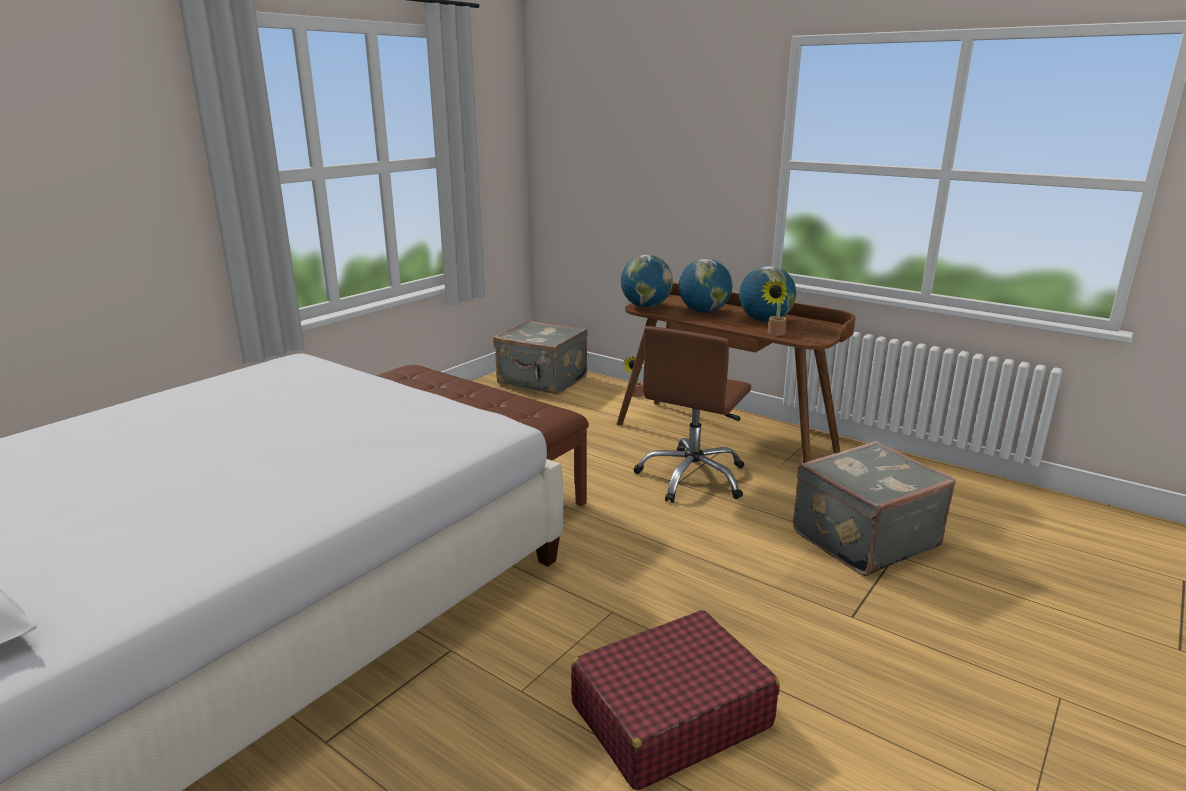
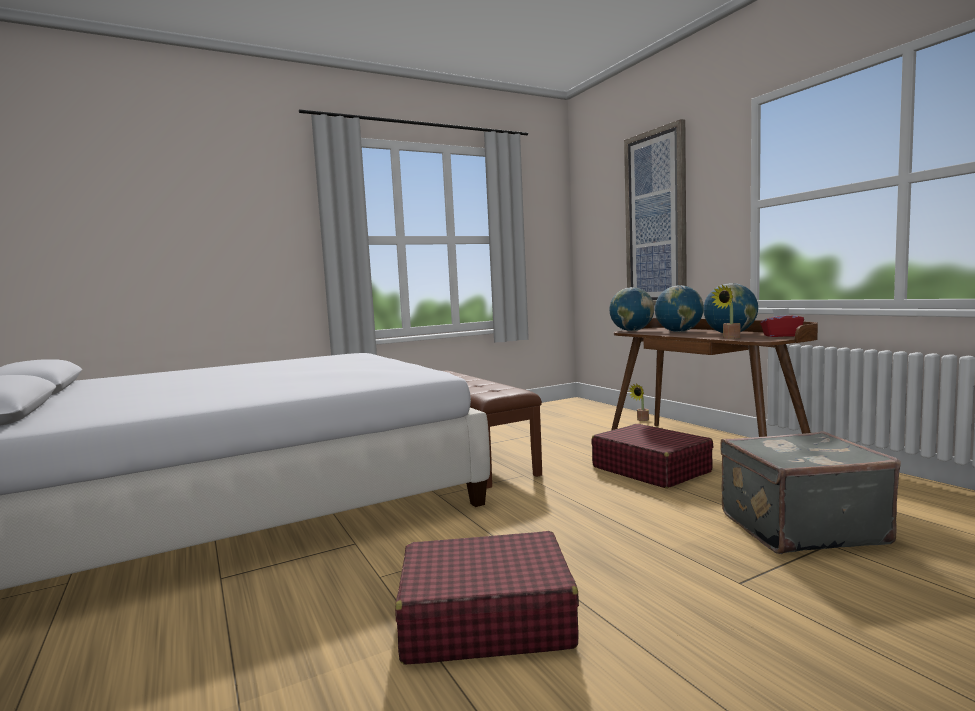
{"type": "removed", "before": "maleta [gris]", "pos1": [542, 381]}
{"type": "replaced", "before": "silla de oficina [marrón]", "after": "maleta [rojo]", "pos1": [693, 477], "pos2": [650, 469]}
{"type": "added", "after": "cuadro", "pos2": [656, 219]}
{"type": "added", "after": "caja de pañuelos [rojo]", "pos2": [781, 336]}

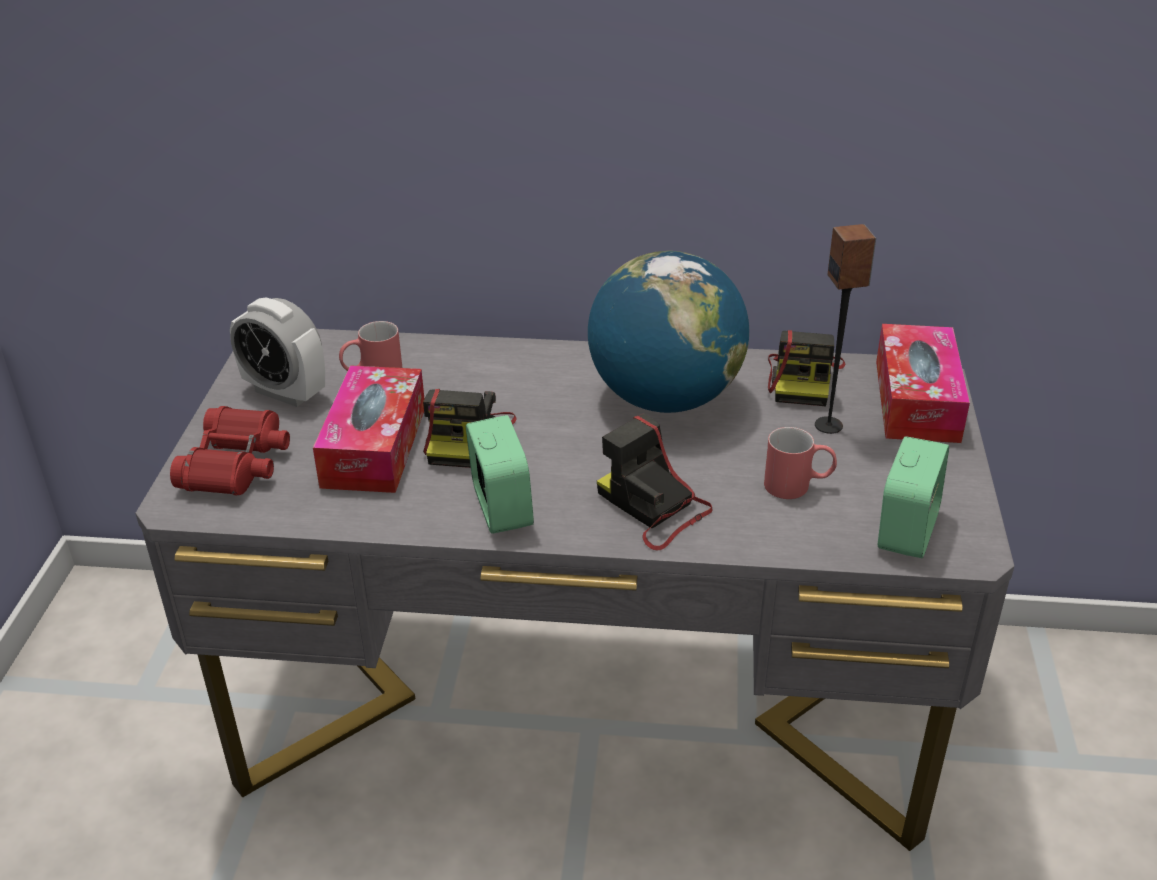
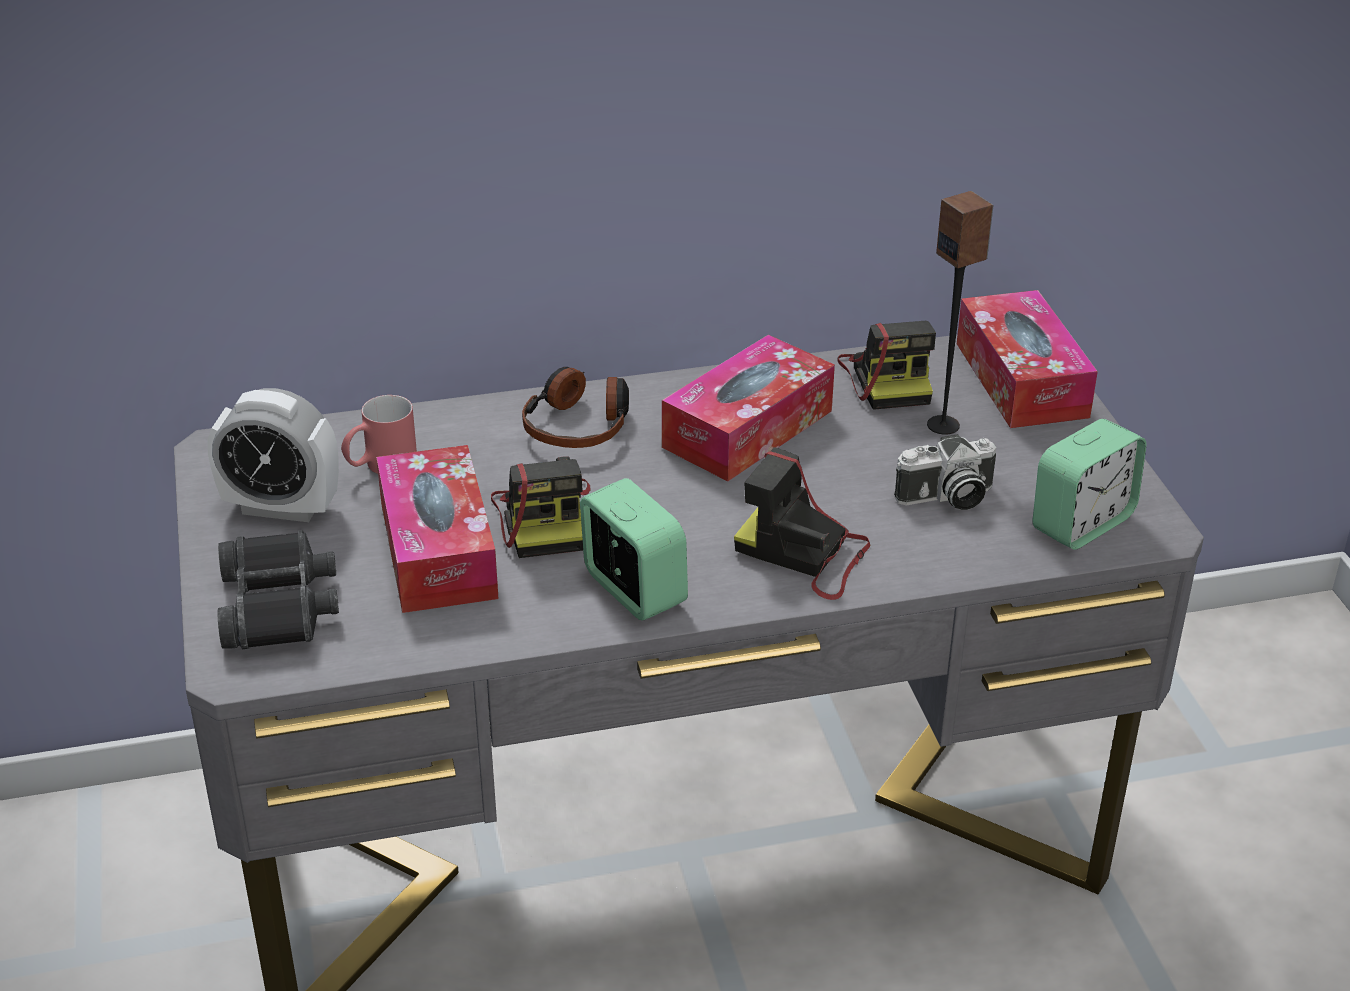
{"type": "recoloured", "before": "prismáticos [rojo]", "after": "prismáticos [negro]", "pos1": [237, 464], "pos2": [280, 606]}
{"type": "replaced", "before": "globo terráqueo", "after": "caja de pañuelos", "pos1": [665, 399], "pos2": [747, 429]}
{"type": "replaced", "before": "taza grande [rojo]", "after": "cámara", "pos1": [798, 486], "pos2": [946, 498]}
{"type": "turned", "before": "despertador", "pos1": [907, 531], "pos2": [1082, 523], "turn": 45}
{"type": "added", "after": "auriculares", "pos2": [579, 425]}

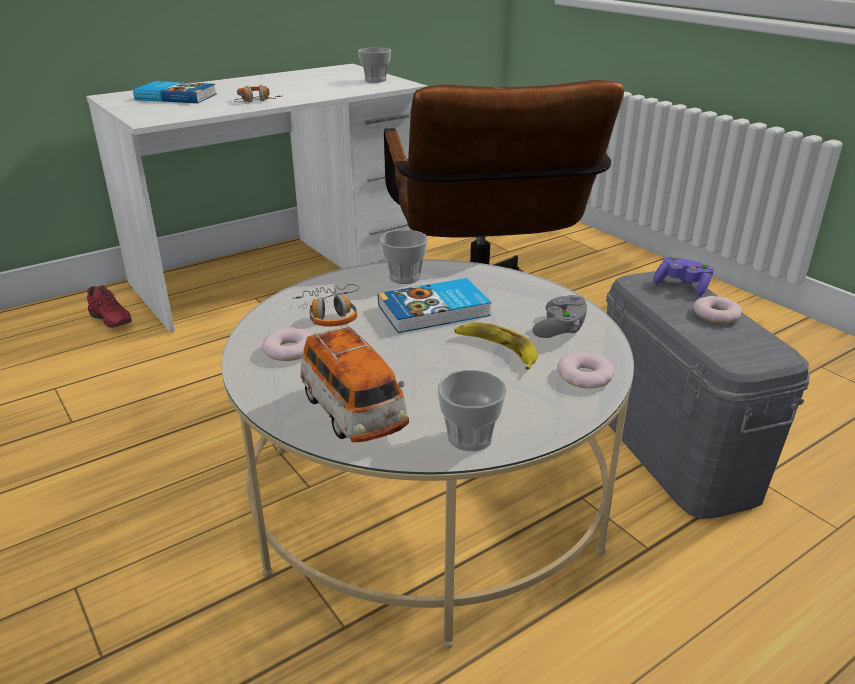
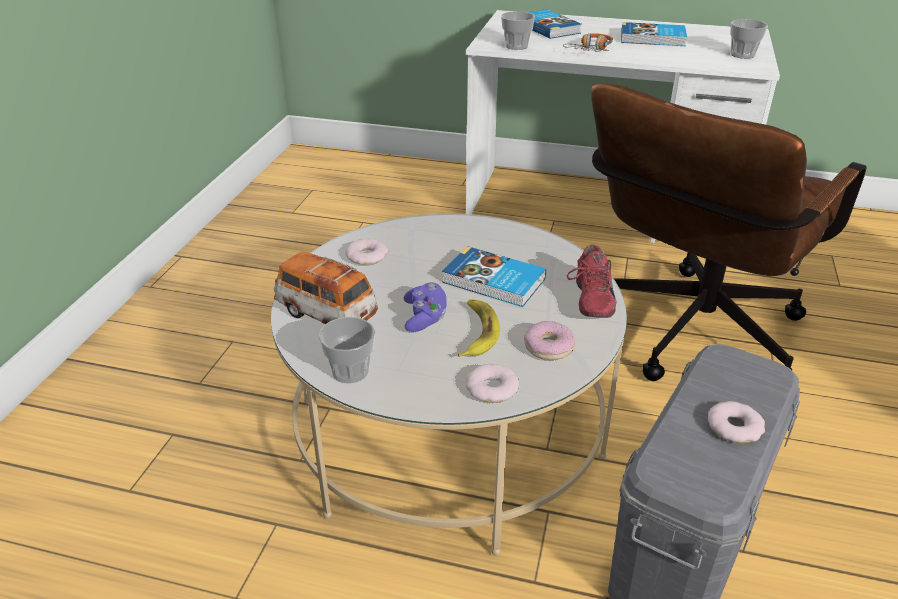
{"type": "moved", "before": "zapato [rojo]", "pos1": [108, 322], "pos2": [589, 300]}
{"type": "removed", "before": "auriculares", "pos1": [331, 314]}
{"type": "turned", "before": "coche de juguete", "pos1": [353, 413], "pos2": [326, 314], "turn": 105}
{"type": "moved", "before": "taza", "pos1": [404, 277], "pos2": [516, 46]}
{"type": "replaced", "before": "mando de consola [gris]", "after": "rosquilla", "pos1": [560, 329], "pos2": [549, 347]}
{"type": "moved", "before": "mando de consola [morado]", "pos1": [682, 286], "pos2": [425, 317]}
{"type": "added", "after": "libro", "pos2": [653, 39]}

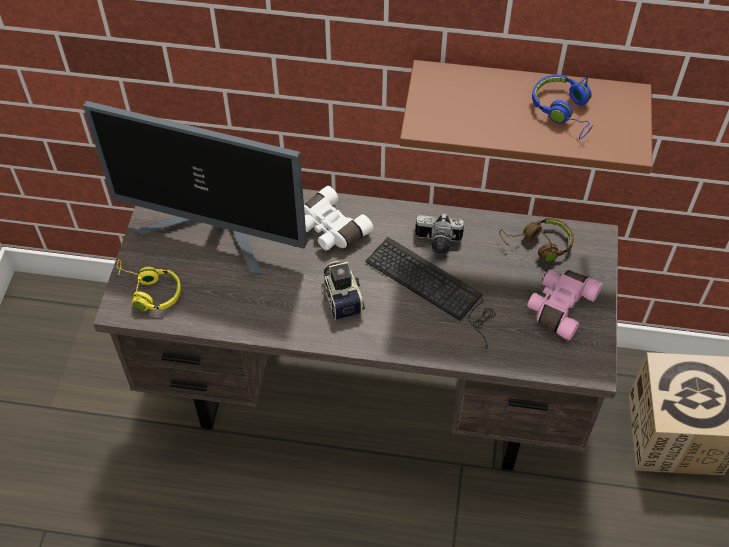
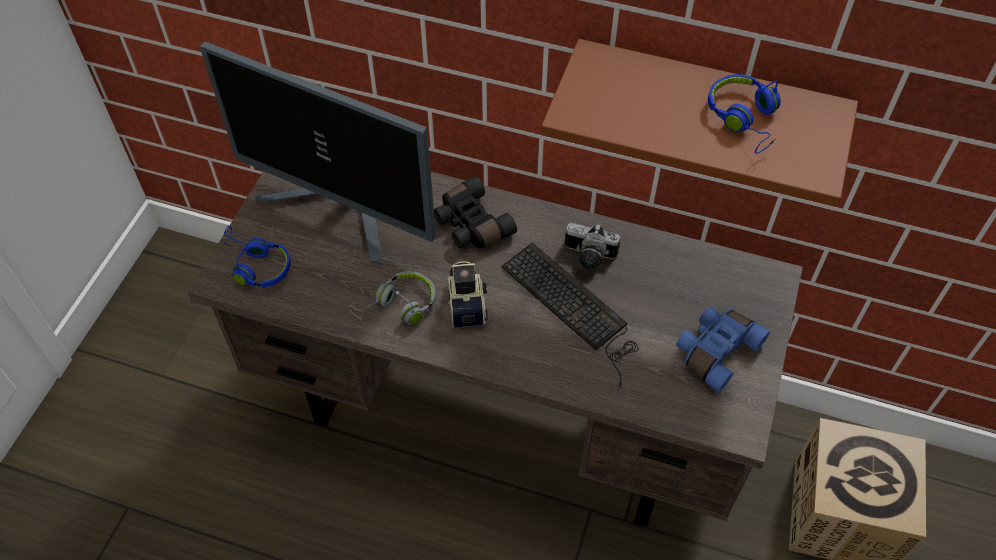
{"type": "recoloured", "before": "auriculares [amarillo]", "after": "auriculares [azul]", "pos1": [149, 291], "pos2": [256, 265]}
{"type": "recoloured", "before": "prismáticos [blanco]", "after": "prismáticos [negro]", "pos1": [330, 229], "pos2": [470, 225]}
{"type": "removed", "before": "auriculares [marrón]", "pos1": [538, 245]}
{"type": "recoloured", "before": "prismáticos [rosa]", "after": "prismáticos [azul]", "pos1": [559, 306], "pos2": [715, 351]}
{"type": "added", "after": "auriculares [gris]", "pos2": [398, 307]}

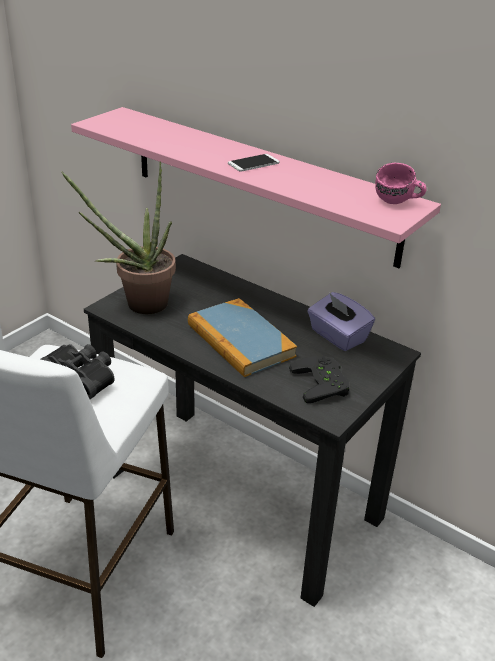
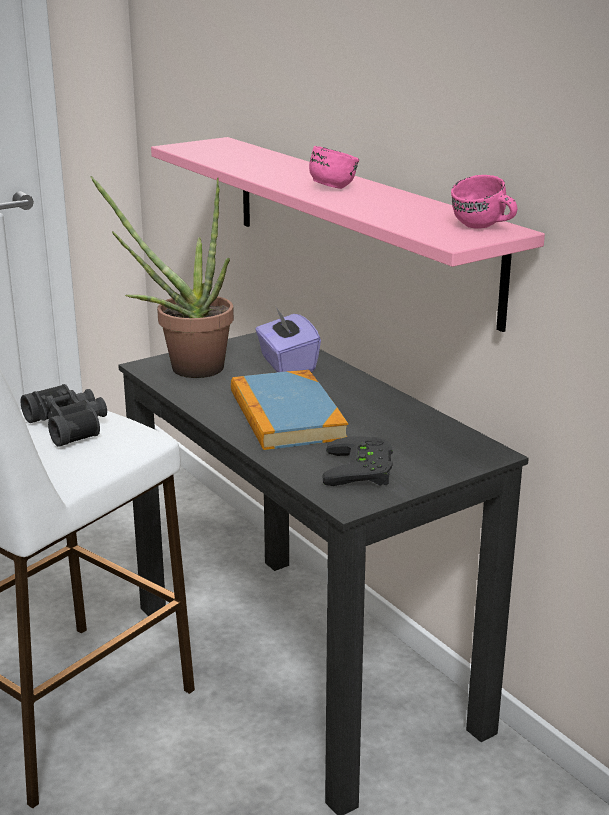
{"type": "replaced", "before": "móvil", "after": "taza grande [rosa]", "pos1": [253, 163], "pos2": [332, 186]}
{"type": "moved", "before": "caja de pañuelos [morado]", "pos1": [337, 336], "pos2": [287, 364]}

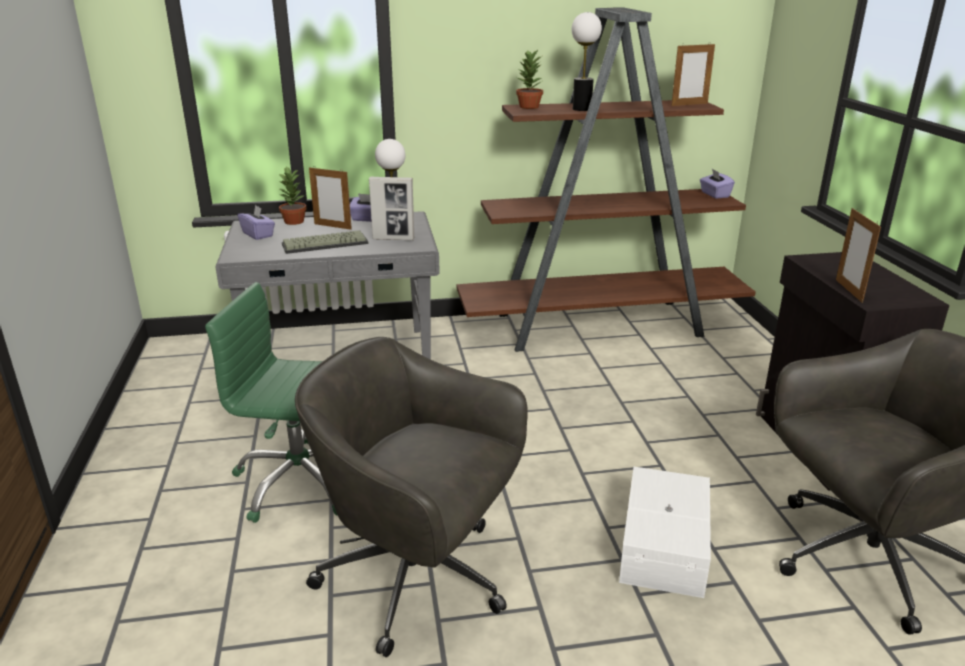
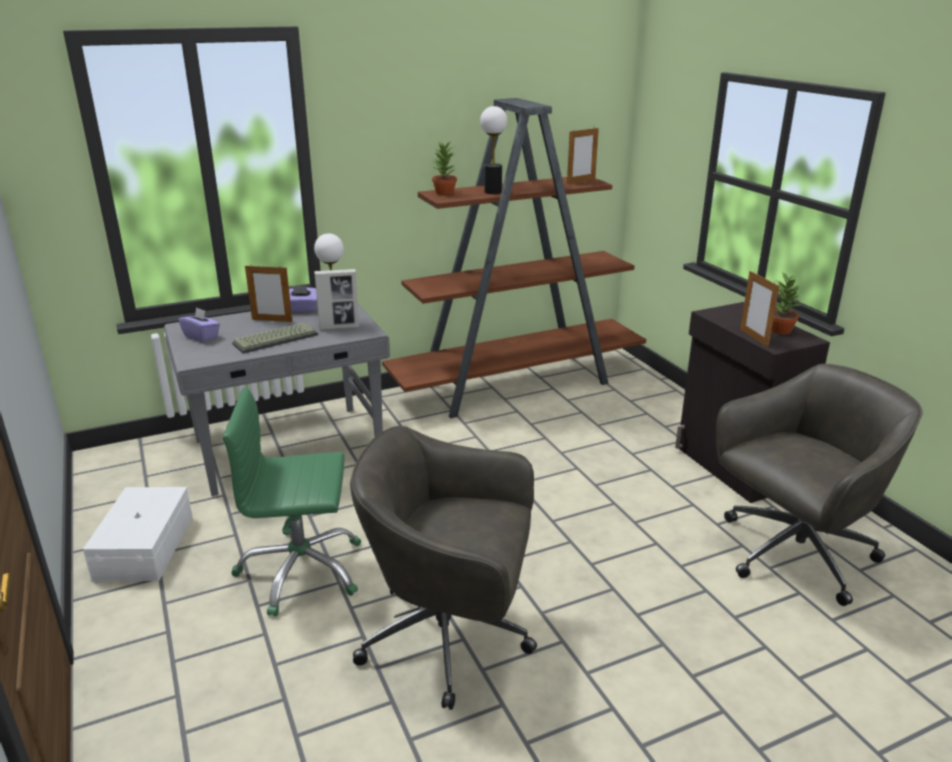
{"type": "moved", "before": "planta en maceta", "pos1": [294, 221], "pos2": [780, 330]}
{"type": "moved", "before": "caja de almacenaje [blanco]", "pos1": [666, 545], "pos2": [147, 546]}
{"type": "removed", "before": "caja de pañuelos [morado]", "pos1": [714, 194]}

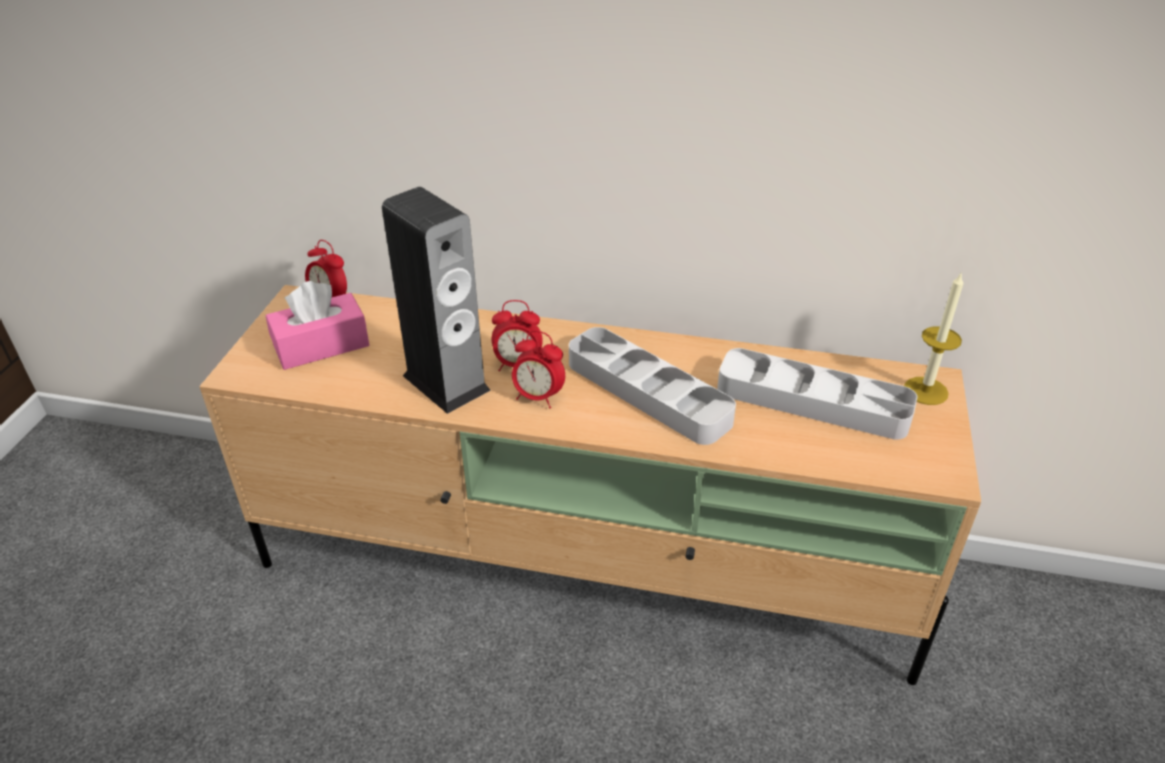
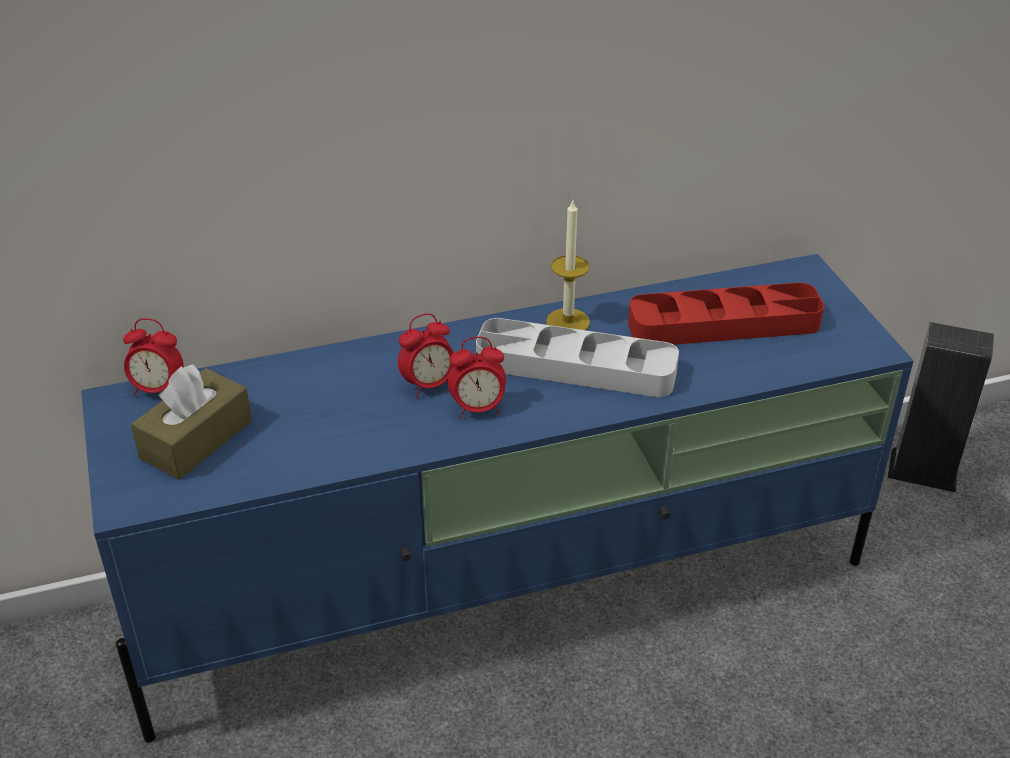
{"type": "recoloured", "before": "mueble de televisión [beis]", "after": "mueble de televisión [azul]", "pos1": [588, 570], "pos2": [508, 591]}
{"type": "recoloured", "before": "caja de pañuelos [rosa]", "after": "caja de pañuelos [marrón]", "pos1": [321, 345], "pos2": [196, 439]}
{"type": "moved", "before": "altavoz", "pos1": [446, 383], "pos2": [923, 470]}
{"type": "recoloured", "before": "bandeja [gris]", "after": "bandeja [rojo]", "pos1": [812, 401], "pos2": [723, 324]}
{"type": "moved", "before": "vela", "pos1": [925, 391], "pos2": [568, 322]}

